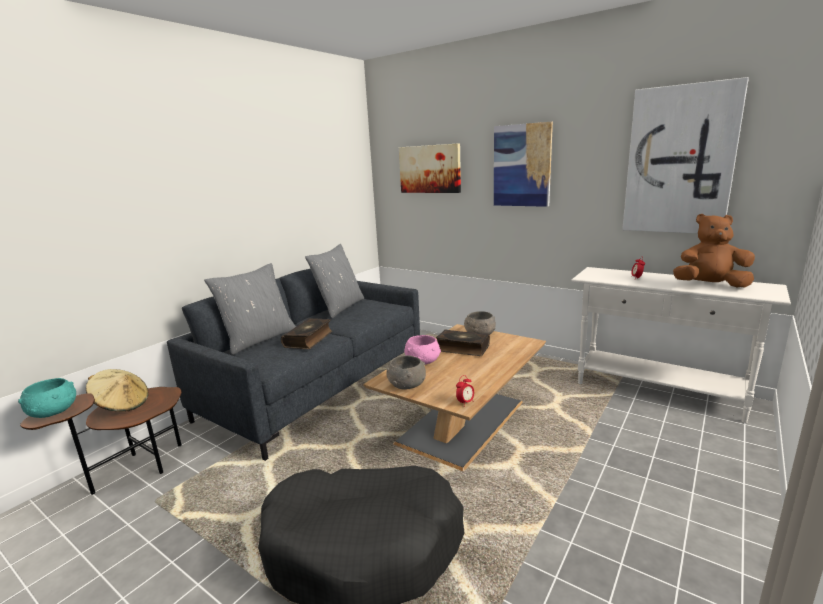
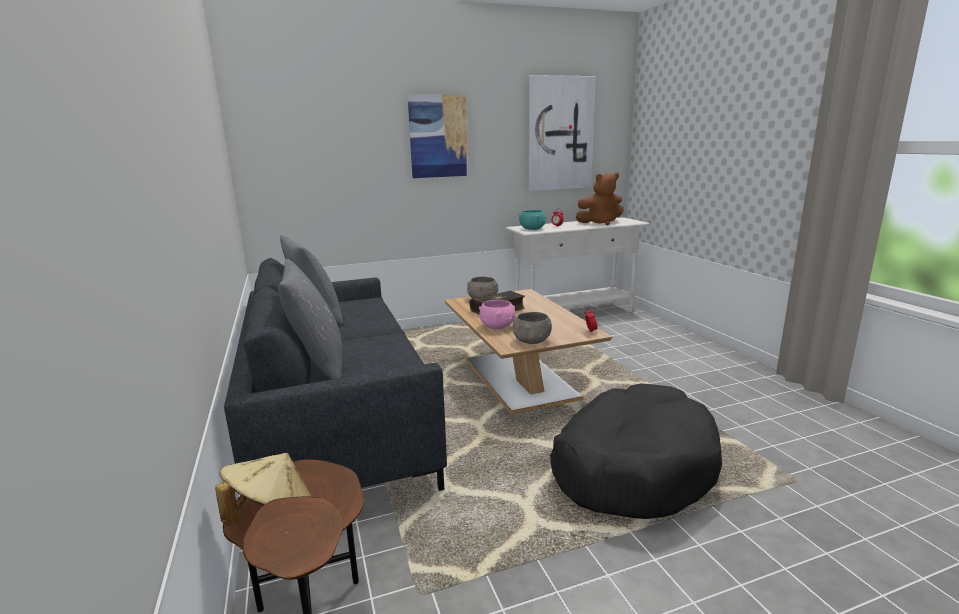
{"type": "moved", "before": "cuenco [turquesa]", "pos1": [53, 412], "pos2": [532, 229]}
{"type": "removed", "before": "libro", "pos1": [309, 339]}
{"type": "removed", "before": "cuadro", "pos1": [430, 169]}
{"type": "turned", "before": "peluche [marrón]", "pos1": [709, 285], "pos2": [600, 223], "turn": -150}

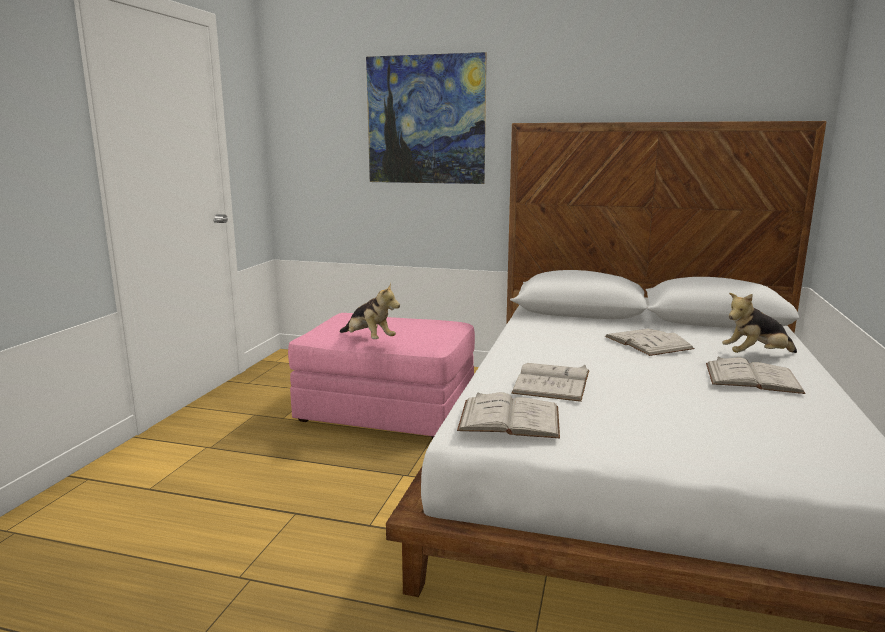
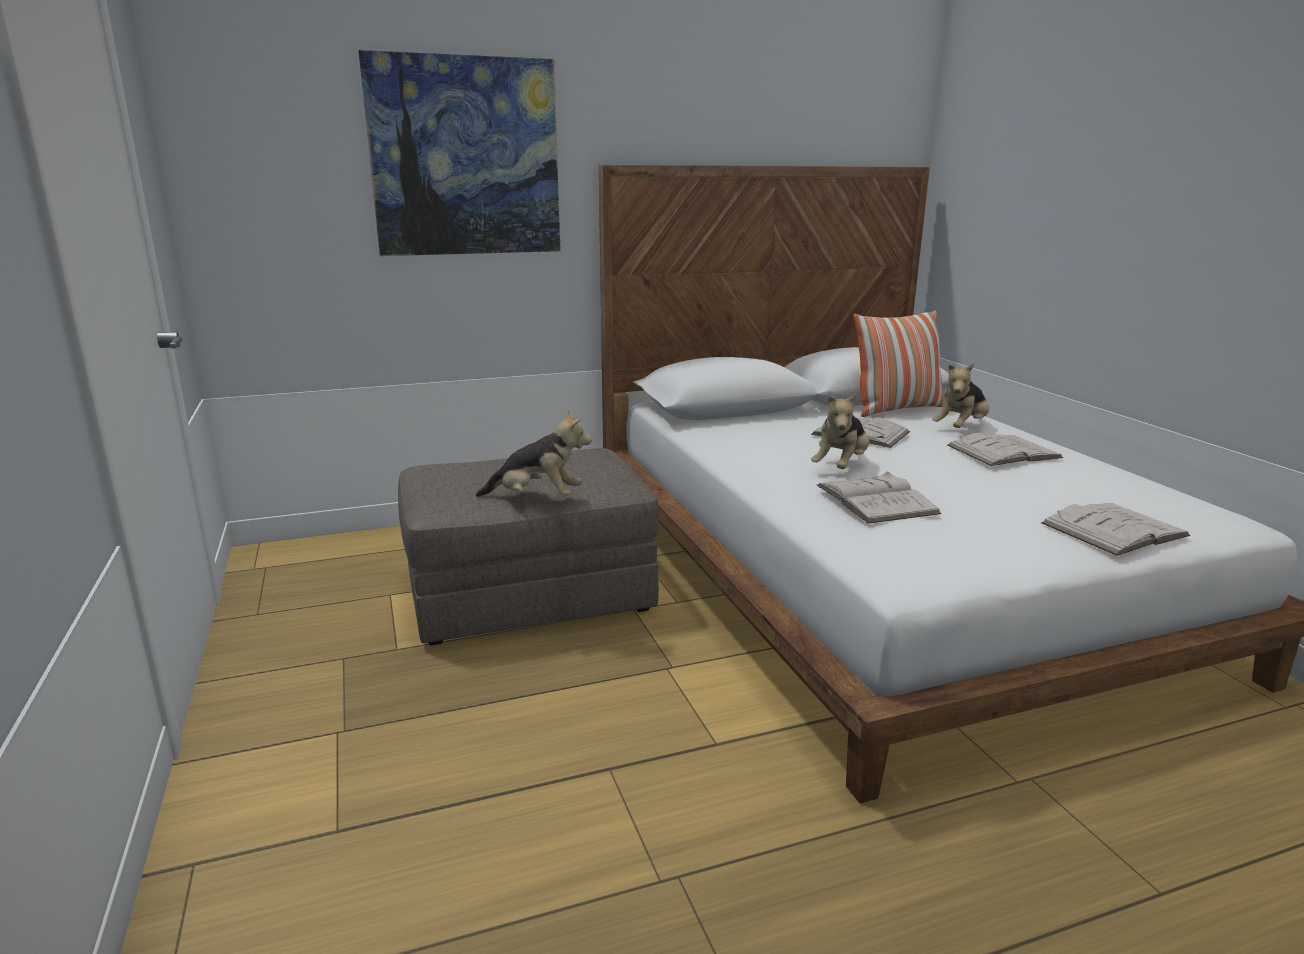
{"type": "recoloured", "before": "puf [rosa]", "after": "puf [gris]", "pos1": [386, 409], "pos2": [527, 592]}
{"type": "moved", "before": "libro [blanco]", "pos1": [509, 418], "pos2": [1114, 529]}
{"type": "added", "after": "peluche", "pos2": [841, 466]}
{"type": "added", "after": "cojín", "pos2": [896, 409]}

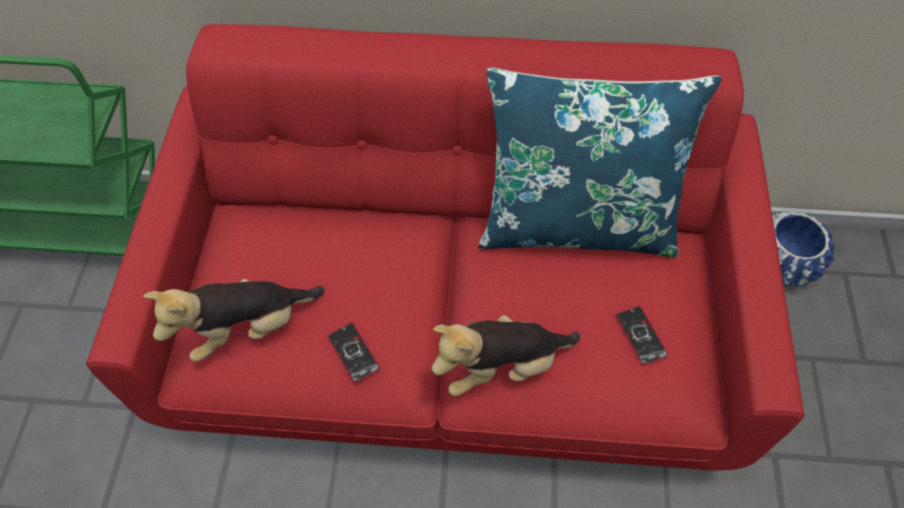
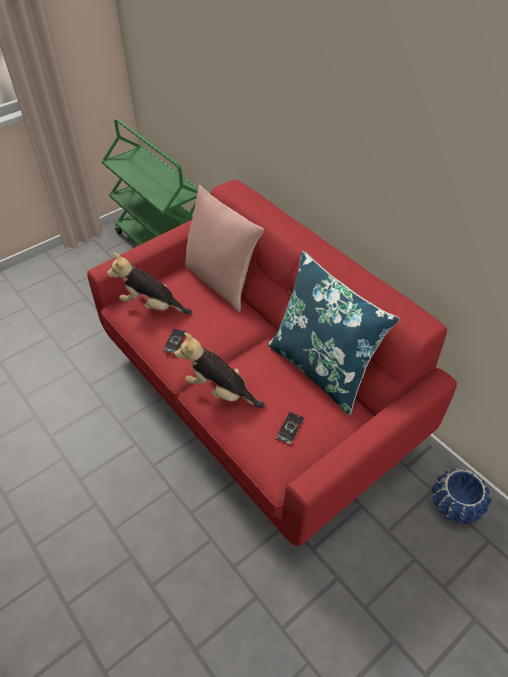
{"type": "added", "after": "cojín [rosa]", "pos2": [221, 281]}

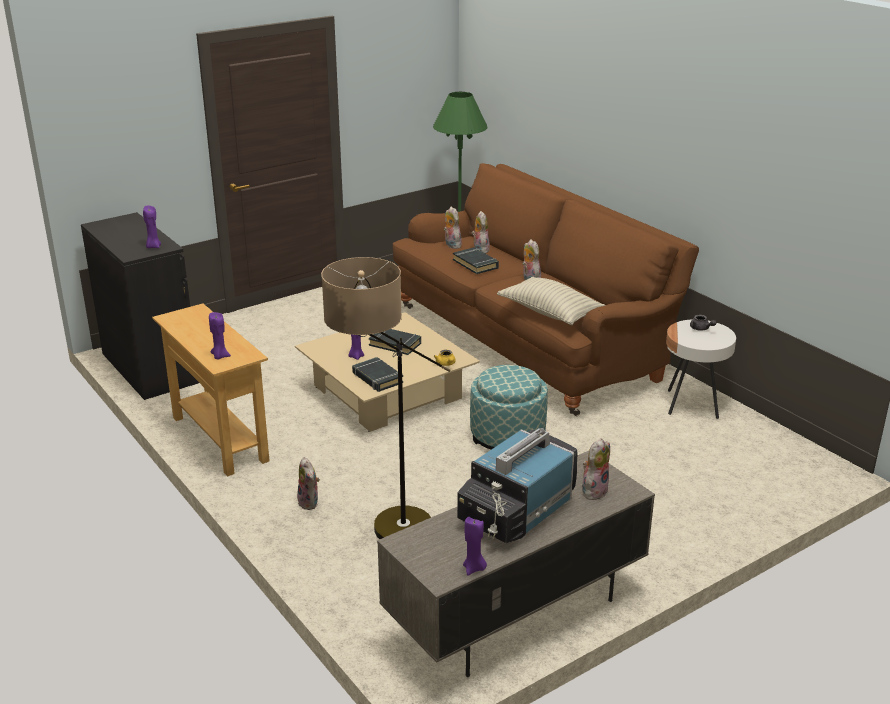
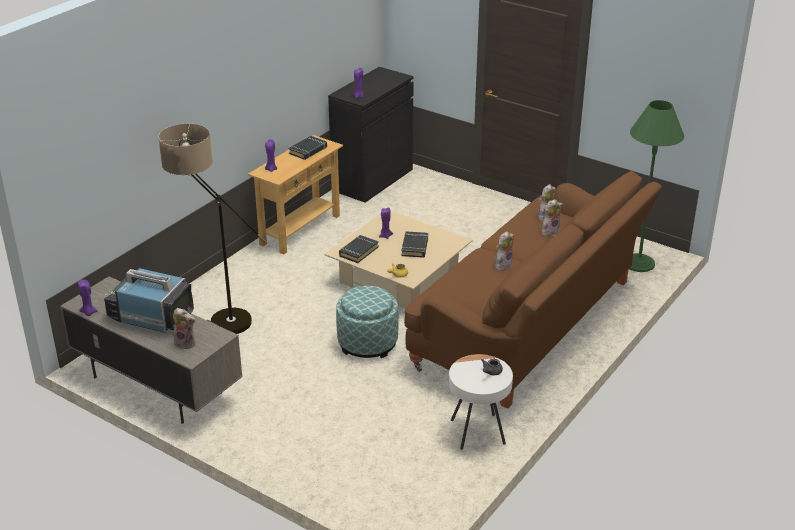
{"type": "removed", "before": "peluche", "pos1": [310, 503]}
{"type": "moved", "before": "libro [negro]", "pos1": [475, 264], "pos2": [308, 150]}
{"type": "removed", "before": "cojín", "pos1": [550, 313]}

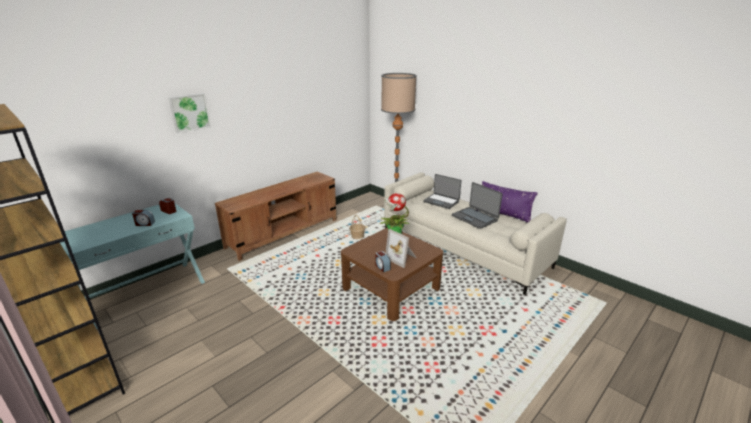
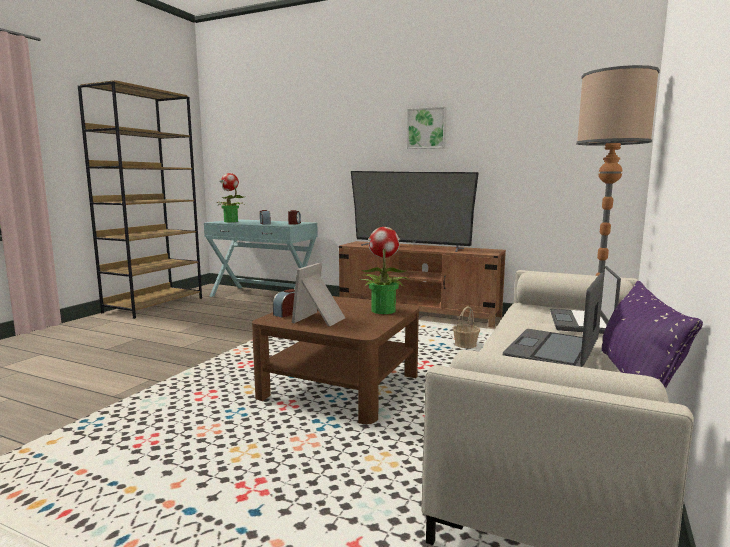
{"type": "moved", "before": "cuadro", "pos1": [189, 112], "pos2": [427, 128]}
{"type": "added", "after": "planta en maceta", "pos2": [230, 221]}
{"type": "added", "after": "televisor", "pos2": [410, 247]}

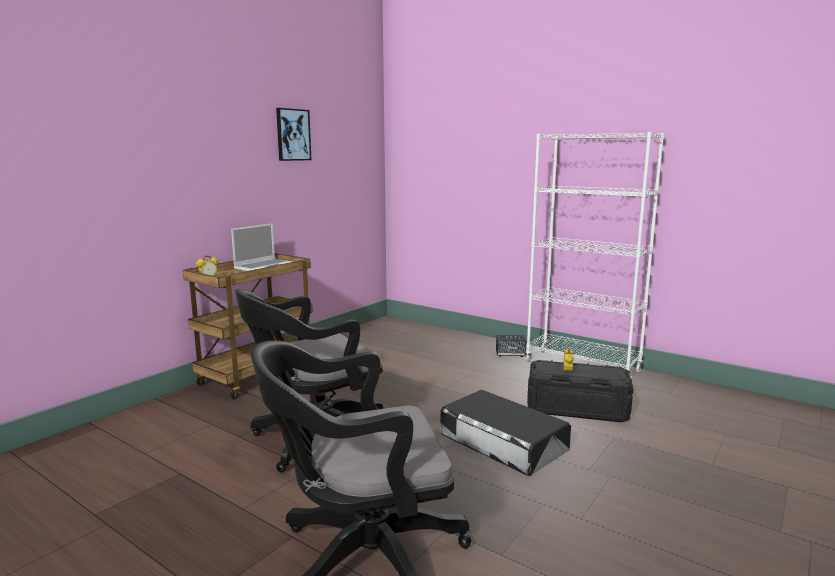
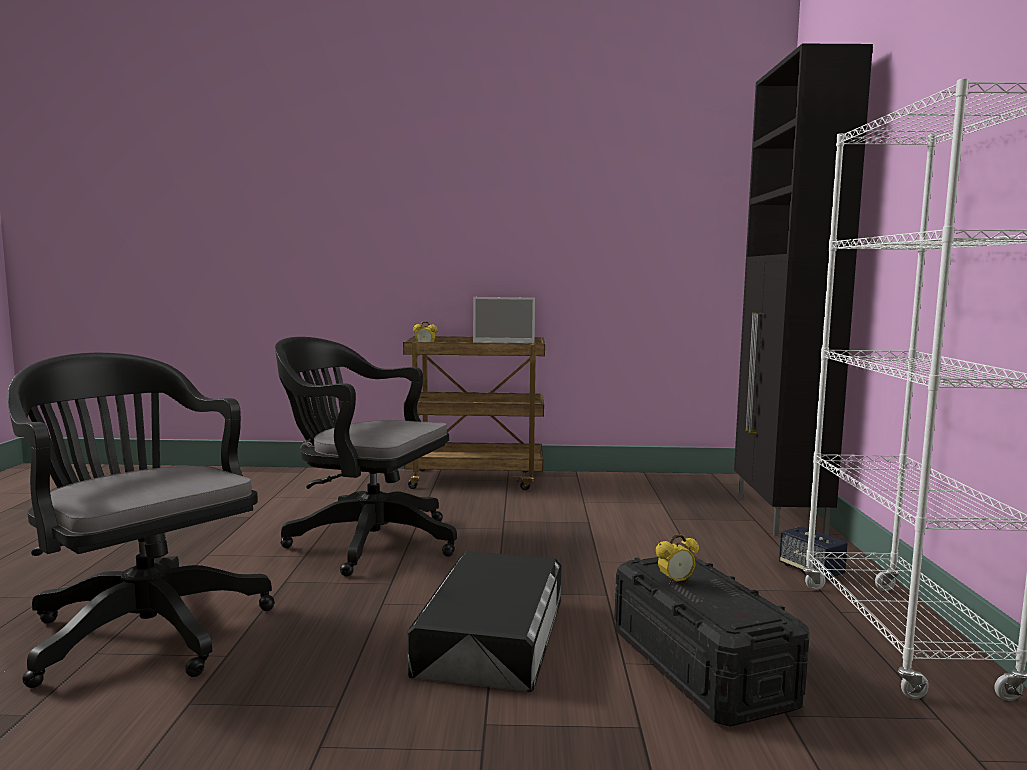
{"type": "removed", "before": "cuadro", "pos1": [293, 135]}
{"type": "added", "after": "armario [negro]", "pos2": [779, 516]}

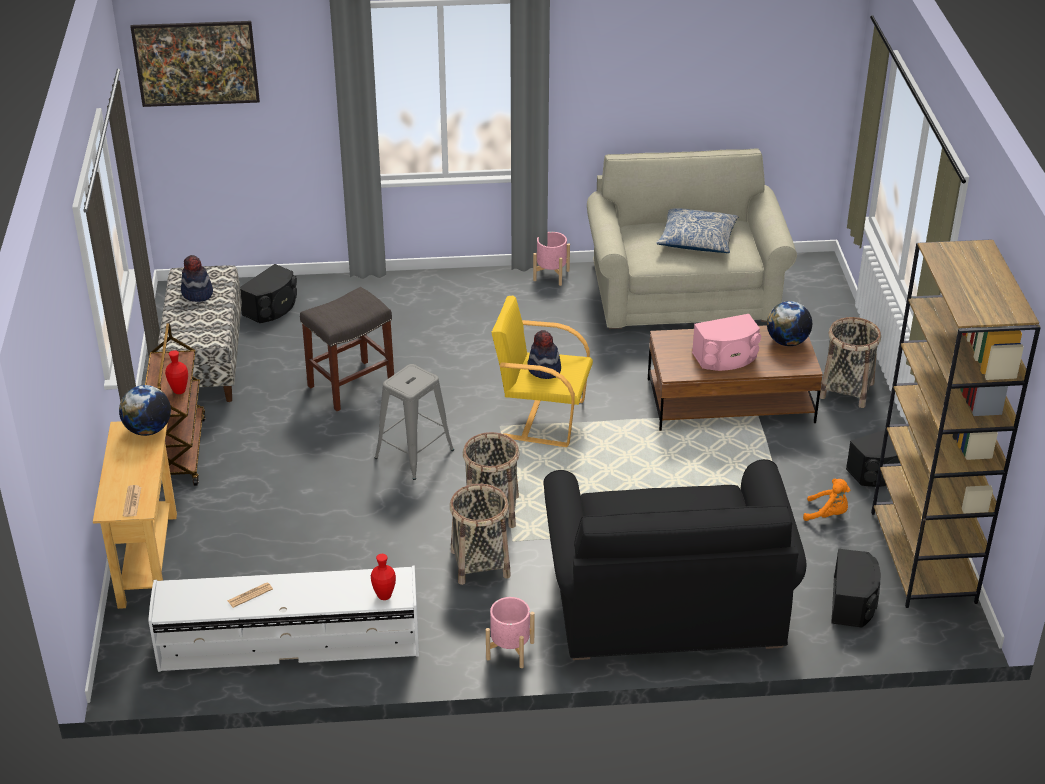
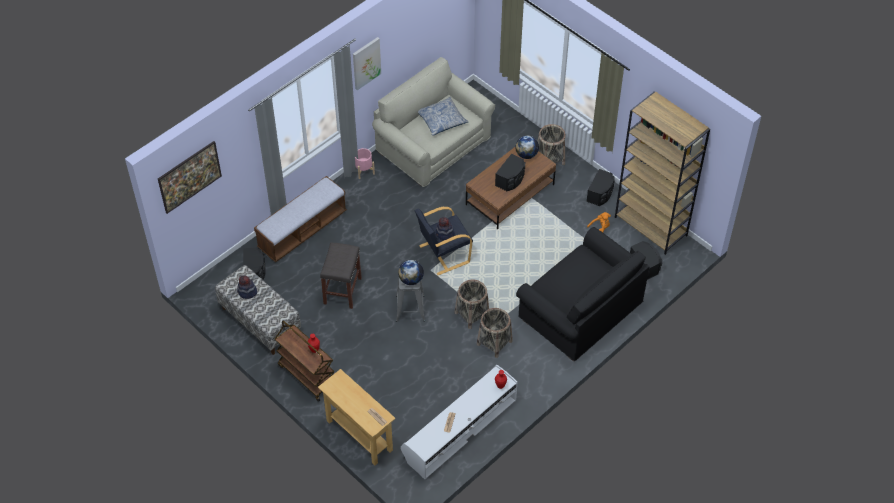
{"type": "moved", "before": "globo terráqueo", "pos1": [148, 430], "pos2": [411, 280]}
{"type": "removed", "before": "maceta [rosa]", "pos1": [510, 650]}
{"type": "recoloured", "before": "sillón [amarillo]", "after": "sillón [negro]", "pos1": [542, 418], "pos2": [443, 254]}
{"type": "recoloured", "before": "altavoz [rosa]", "after": "altavoz [negro]", "pos1": [726, 358], "pos2": [511, 179]}
{"type": "added", "after": "banco", "pos2": [302, 230]}
{"type": "added", "after": "cuadro", "pos2": [366, 63]}

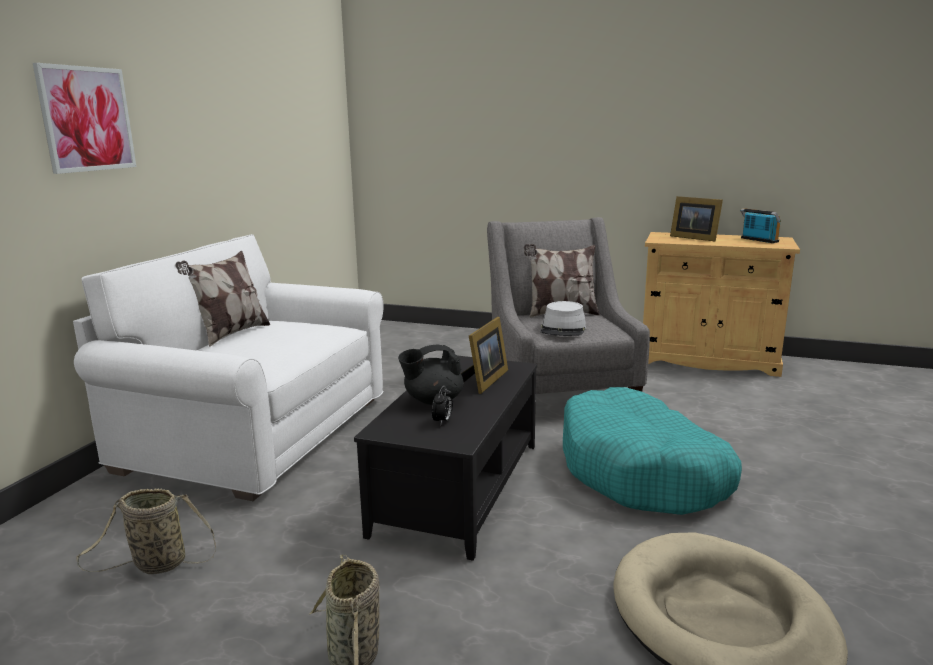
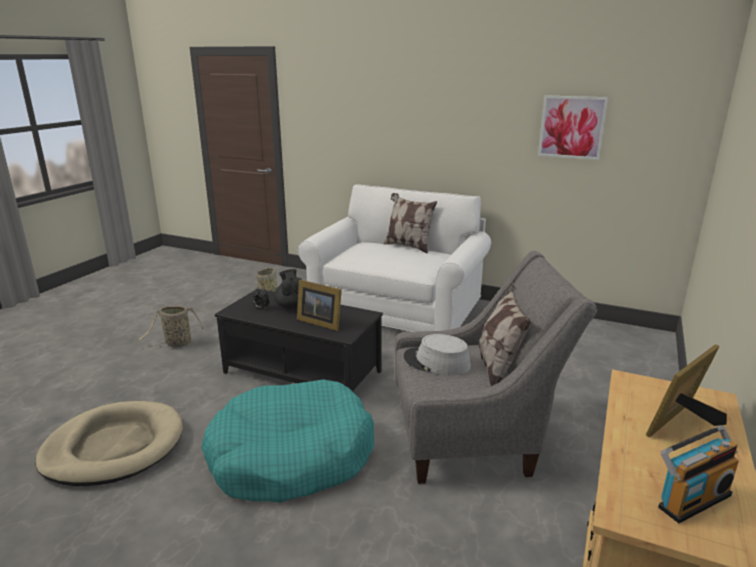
{"type": "moved", "before": "cuadro", "pos1": [87, 119], "pos2": [572, 127]}

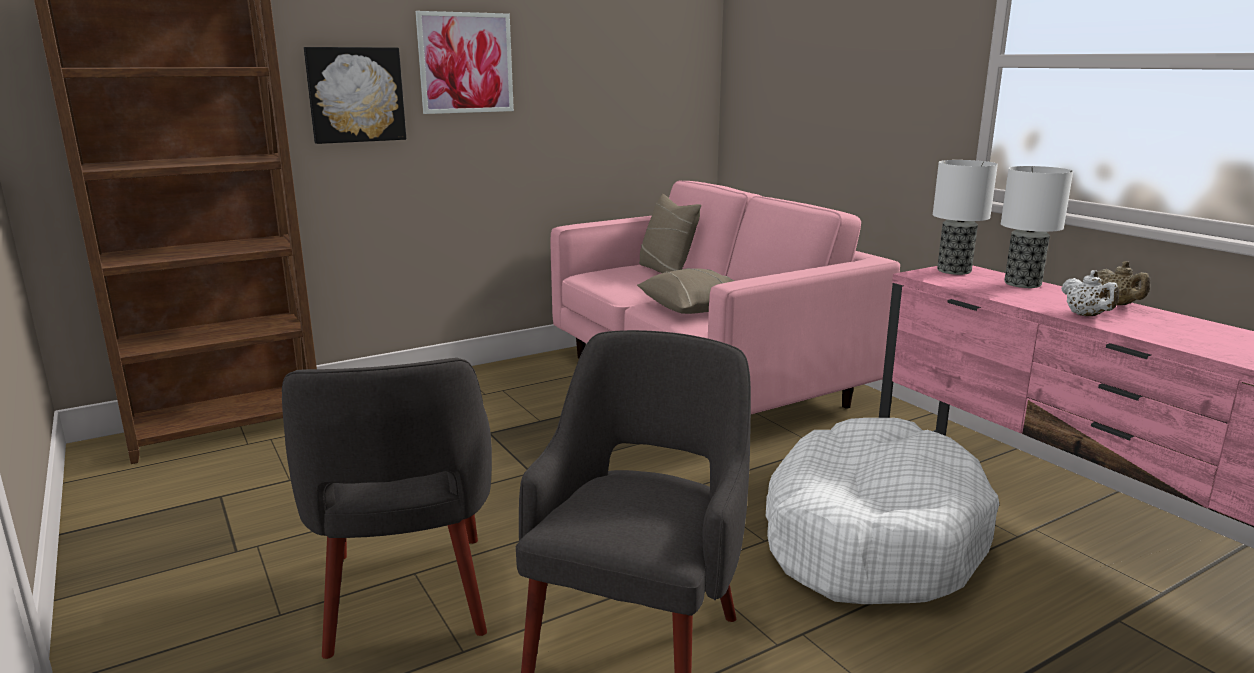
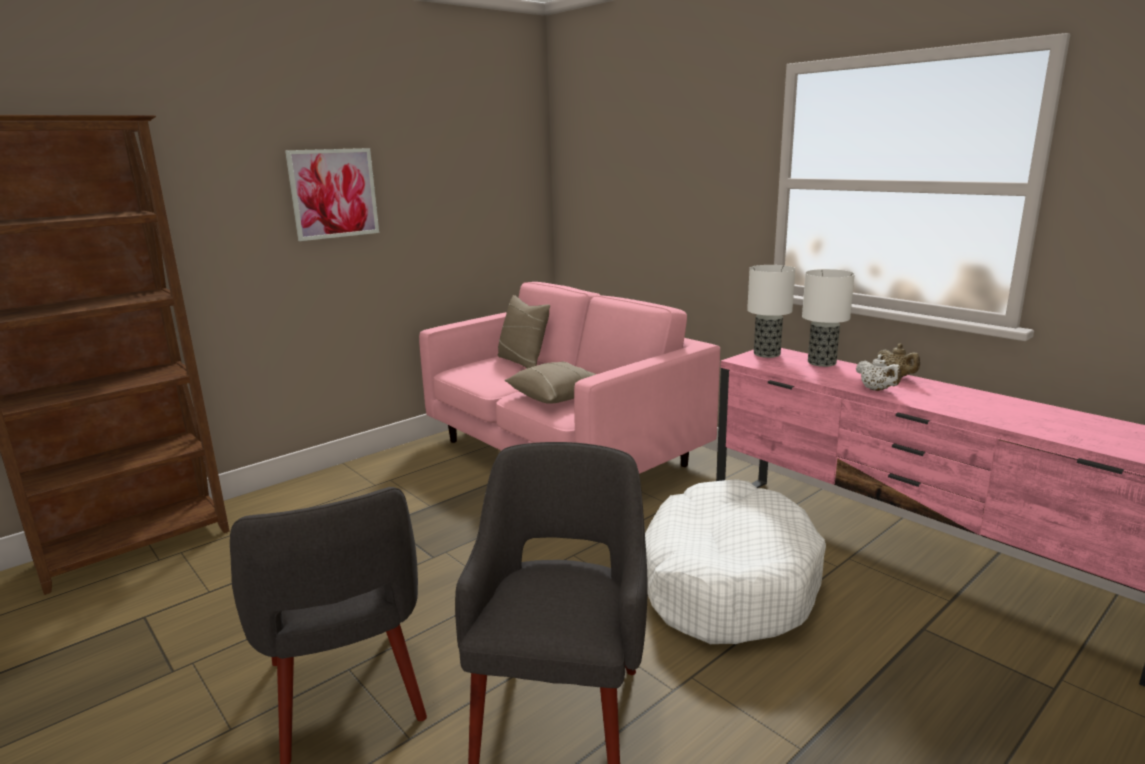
{"type": "removed", "before": "cuadro", "pos1": [355, 95]}

